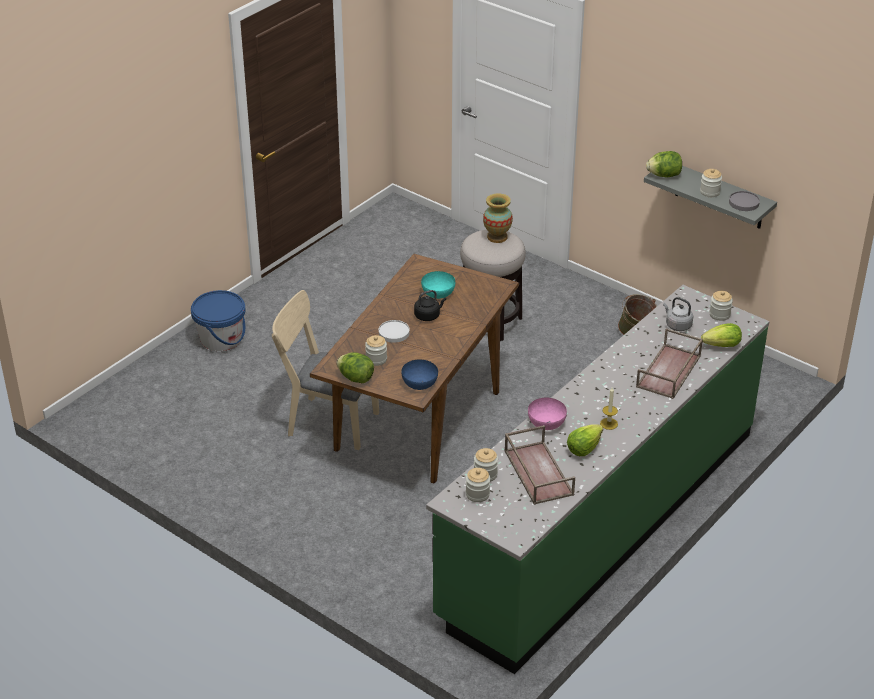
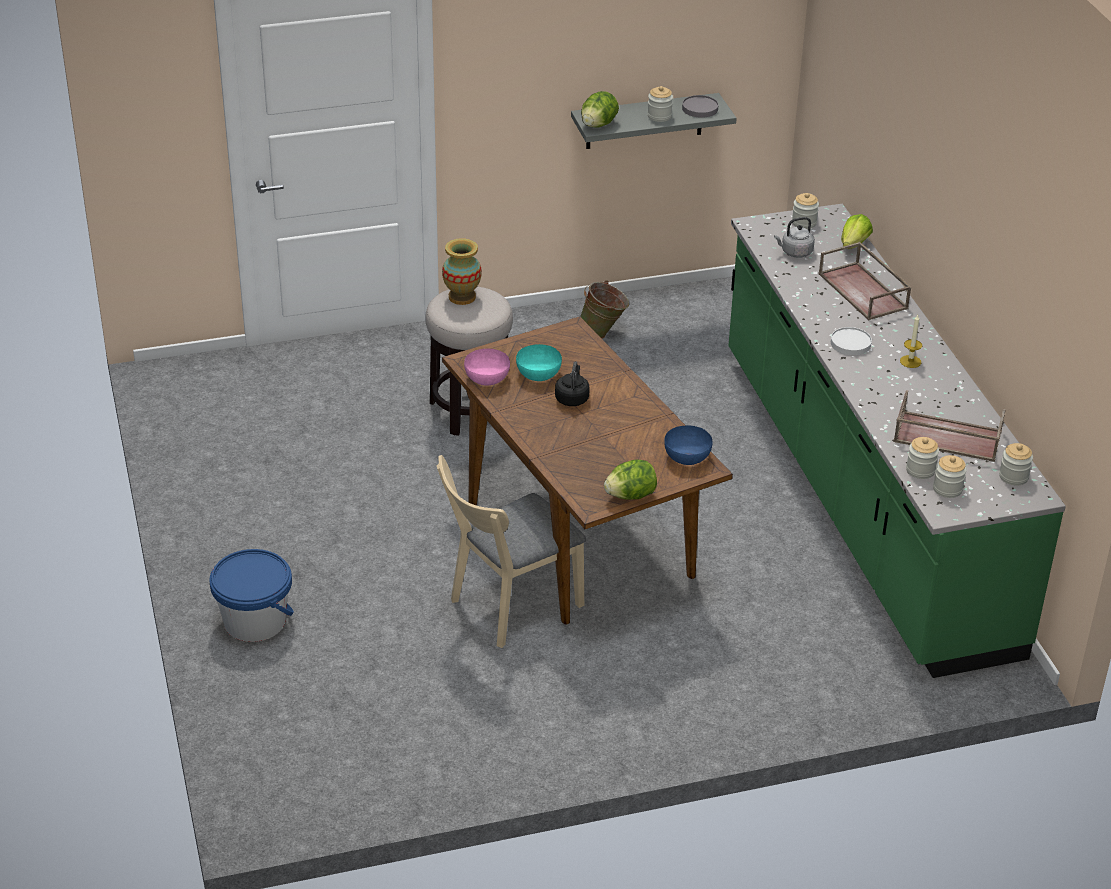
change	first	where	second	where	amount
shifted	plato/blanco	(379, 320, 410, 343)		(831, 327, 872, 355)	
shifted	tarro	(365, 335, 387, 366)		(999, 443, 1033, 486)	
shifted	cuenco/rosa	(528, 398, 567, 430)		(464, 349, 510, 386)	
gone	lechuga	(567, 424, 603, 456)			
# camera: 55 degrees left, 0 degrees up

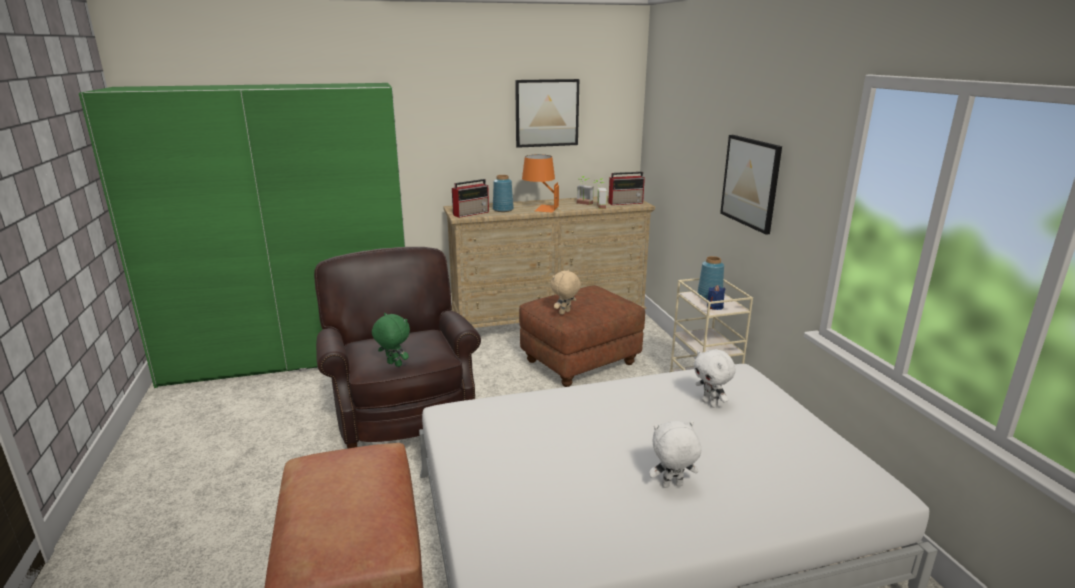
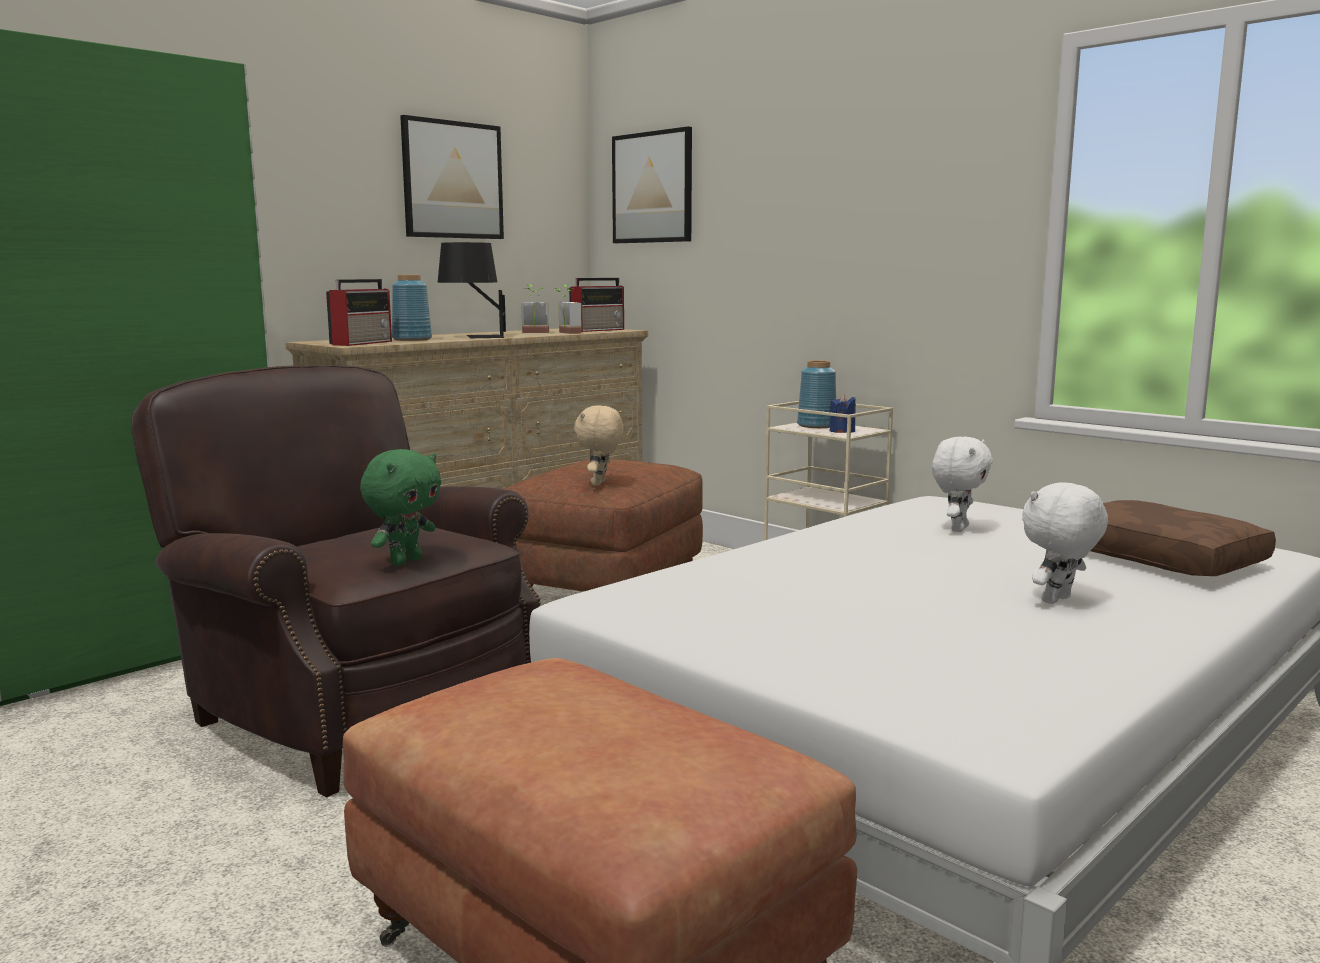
change	first	where	second	where	amount
shifted	cuadro	(720, 135, 782, 235)		(612, 126, 692, 243)	
repainted	lámpara de mesa/naranja	(522, 154, 559, 212)	lámpara de mesa/negro	(438, 242, 506, 338)	
rotated	peluche/verde	(372, 313, 410, 367)		(360, 449, 441, 566)	120 degrees clockwise
rotated	peluche/blanco	(694, 349, 736, 408)		(932, 436, 993, 532)	90 degrees counterclockwise
new			cojín/marrón	(1090, 500, 1276, 576)	
# camera: 30 degrees left, 10 degrees down

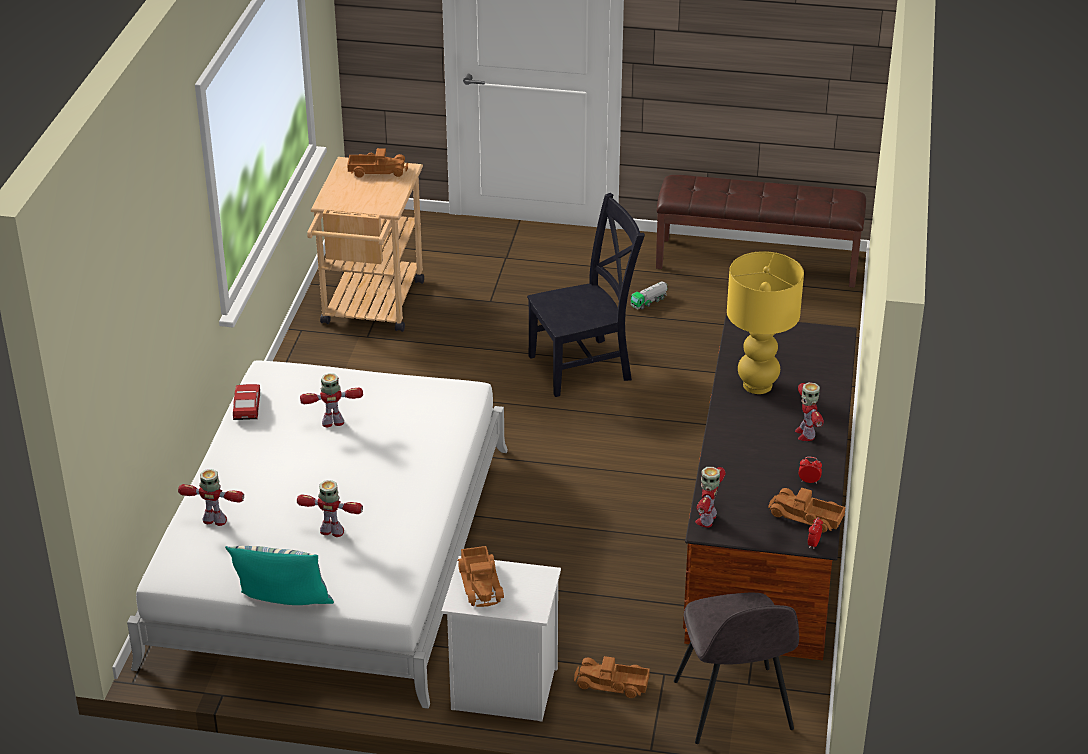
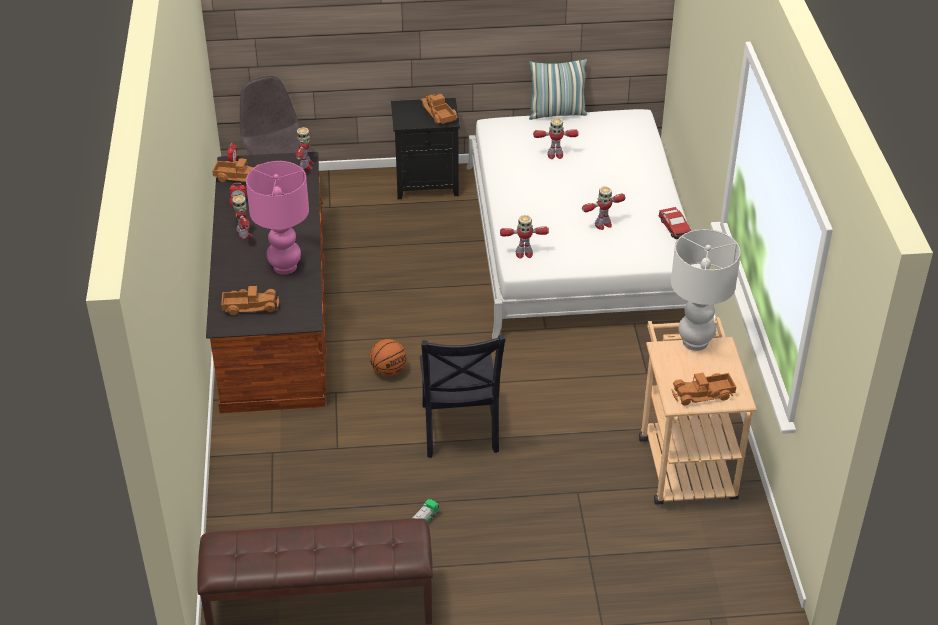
change	first	where	second	where	amount
rotated	silla/negro	(527, 193, 645, 397)		(420, 334, 505, 458)	60 degrees counterclockwise
repainted	lámpara de mesa/amarillo	(727, 251, 804, 394)	lámpara de mesa/rosa	(246, 161, 309, 275)	
shifted	robot de juguete	(178, 469, 244, 526)		(500, 215, 549, 259)	
repainted	mesita de noche/blanco	(441, 556, 561, 722)	mesita de noche/negro	(391, 98, 460, 199)	
shifted	camión de juguete	(574, 656, 650, 698)		(221, 286, 279, 315)	
new			lámpara de mesa/blanco	(671, 229, 741, 351)	
new			balón de baloncesto	(370, 339, 407, 376)	
# camera: 165 degrees right, 5 degrees up

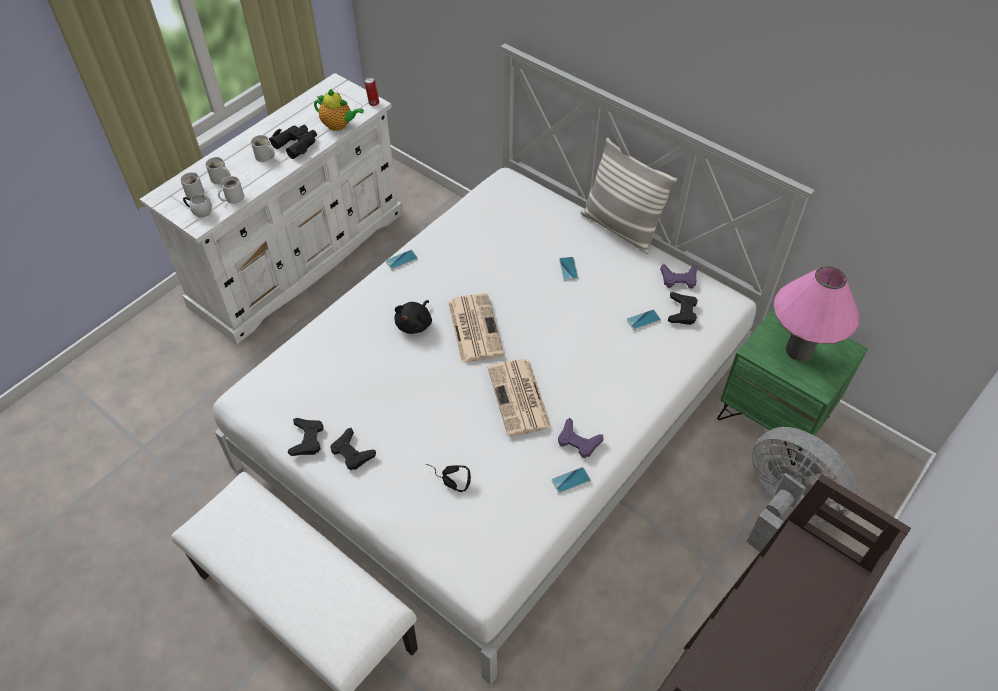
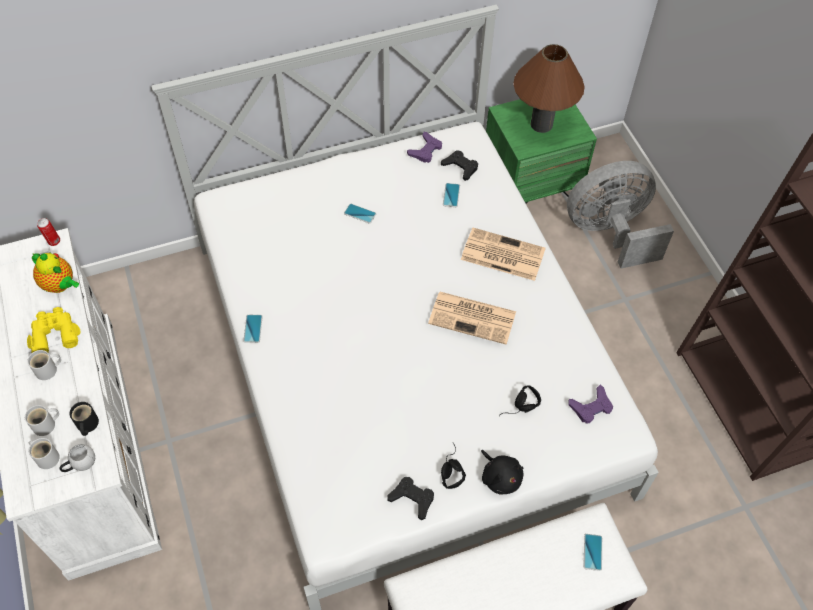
change	first	where	second	where	amount
rotated	tetera	(314, 89, 364, 131)		(32, 252, 79, 293)	75 degrees clockwise
repainted	prismáticos/negro	(269, 125, 317, 159)	prismáticos/amarillo	(27, 307, 81, 353)	
gone	cojín	(580, 138, 677, 254)			
repainted	taza grande/blanco	(218, 176, 244, 204)	taza grande/negro	(69, 402, 99, 436)	
repainted	lámpara de mesa/rosa	(774, 266, 859, 361)	lámpara de mesa/marrón	(513, 44, 585, 133)	
shifted	periódico	(448, 293, 504, 363)		(461, 228, 545, 281)	
shifted	peluche/negro	(394, 300, 432, 334)		(481, 450, 524, 495)	
shifted	mando de consola/morado	(558, 418, 603, 458)		(568, 385, 613, 424)	
swapped	mando de consola/negro	(330, 428, 376, 470)	auriculares/negro	(441, 443, 466, 489)	
shifted	móvil	(551, 467, 591, 494)		(583, 534, 602, 571)	
# camera: 60 degrees left, 5 degrees up

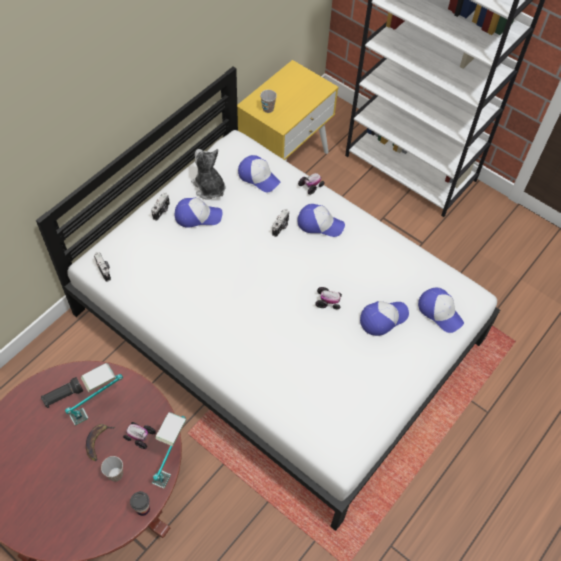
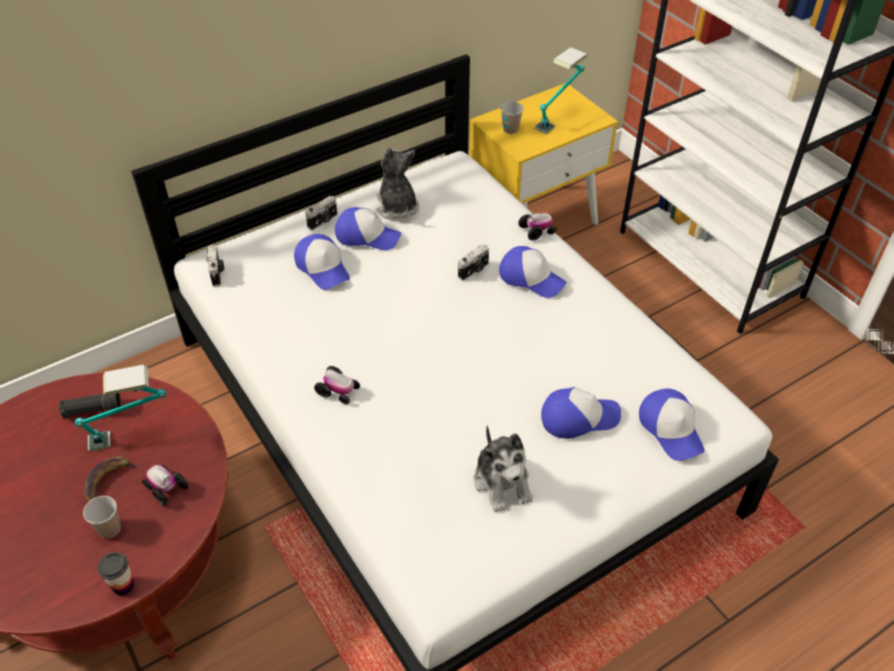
change	first	where	second	where	amount
shifted	gorra	(238, 155, 280, 192)		(294, 234, 350, 290)	
shifted	coche de juguete	(315, 287, 342, 309)		(314, 366, 360, 404)	
shifted	lámpara de mesa	(152, 412, 187, 489)		(534, 47, 588, 134)	
new			peluche	(474, 425, 533, 513)	
# camera: 20 degrees right, 10 degrees down

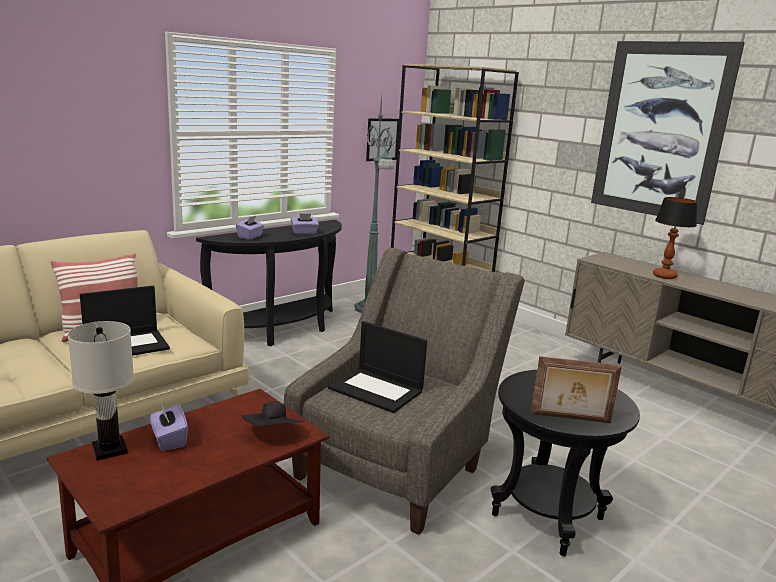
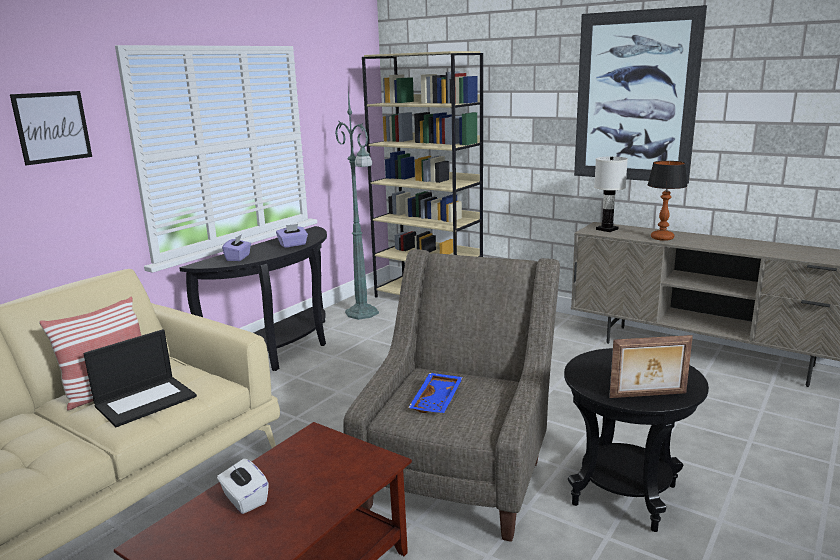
change	first	where	second	where	amount
shifted	cuadro	(366, 118, 399, 161)		(10, 91, 92, 165)	
shifted	lámpara de mesa/blanco	(67, 321, 134, 461)		(594, 156, 628, 232)	
swapped	portátil	(328, 321, 427, 413)	bandeja/azul	(408, 373, 463, 413)	
gone	sombrero/negro	(242, 401, 303, 426)			
repainted	caja de pañuelos/morado	(150, 403, 188, 451)	caja de pañuelos/blanco	(217, 459, 269, 514)	
# camera: 10 degrees left, 0 degrees up

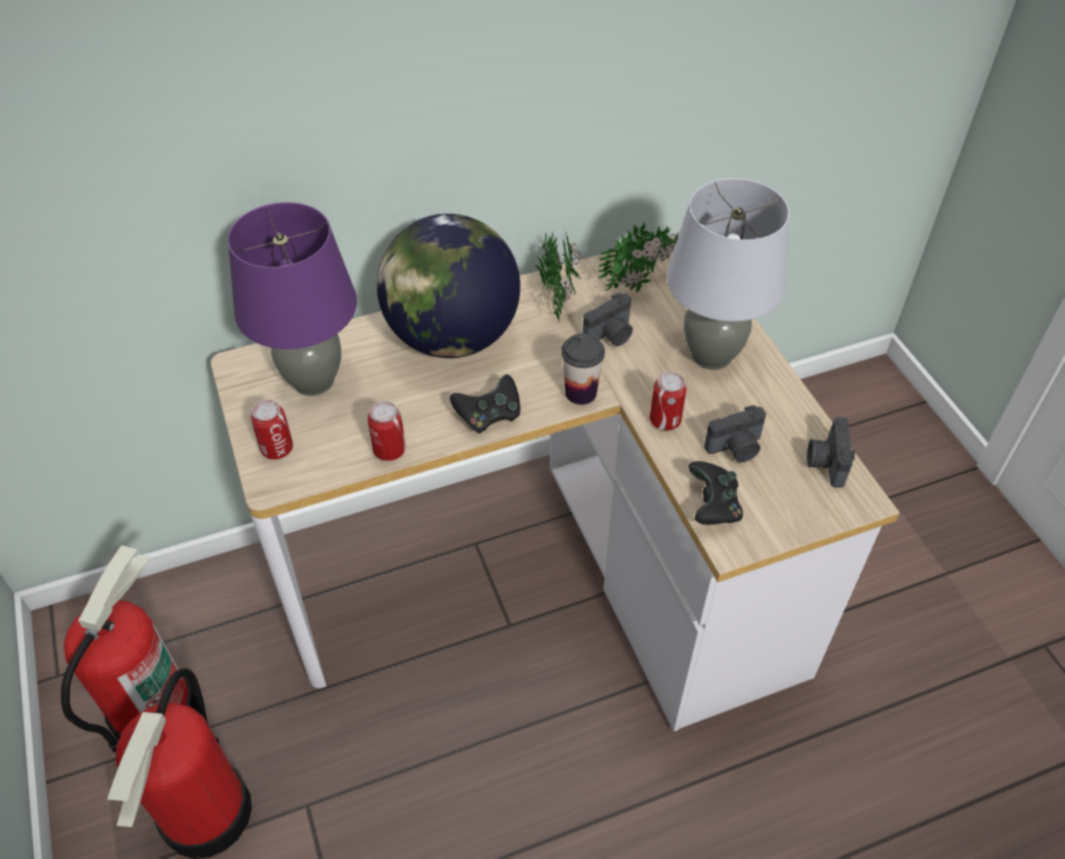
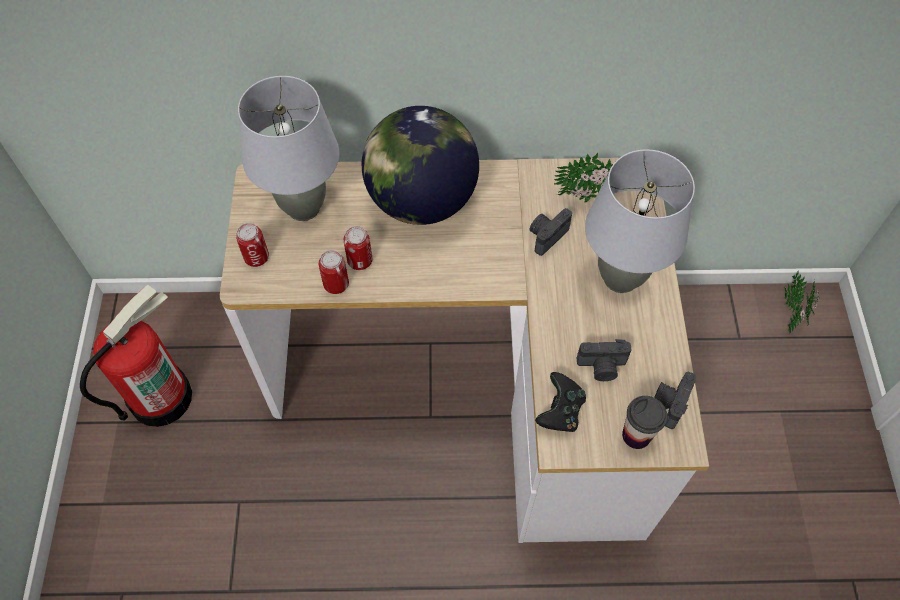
change	first	where	second	where	amount
repainted	lámpara de mesa/morado	(227, 202, 357, 396)	lámpara de mesa/gris	(238, 76, 339, 221)	
shifted	planta en maceta	(534, 228, 581, 322)		(784, 271, 819, 334)	
rotated	cámara	(583, 292, 633, 346)		(530, 208, 572, 256)	150 degrees clockwise
shifted	taza	(561, 333, 605, 405)		(622, 396, 667, 449)	
shifted	lata	(650, 372, 687, 431)		(343, 226, 373, 270)	
gone	mando de consola/negro	(450, 374, 520, 433)			
gone	extintor	(107, 668, 252, 859)			
# camera: 20 degrees right, 10 degrees up

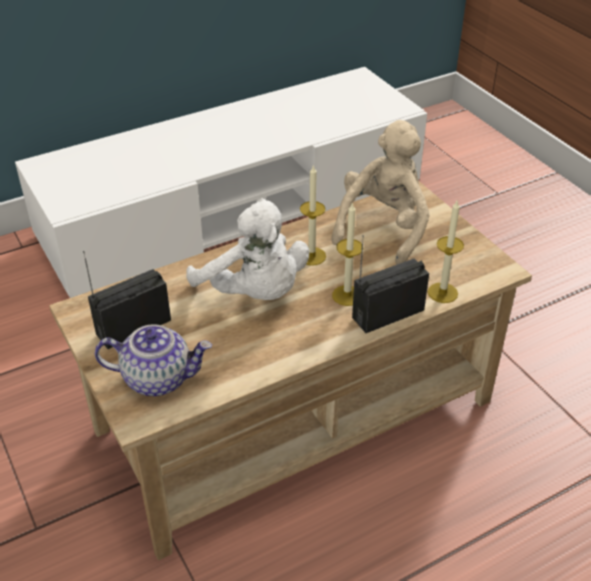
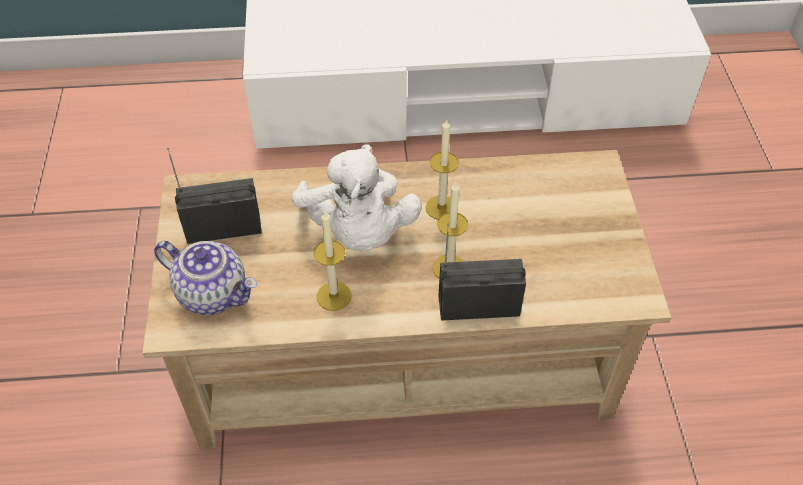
change	first	where	second	where	amount
gone	peluche/beis	(331, 120, 430, 265)			
shifted	vela	(428, 201, 464, 303)		(314, 212, 351, 311)	
# camera: 25 degrees right, 10 degrees up

